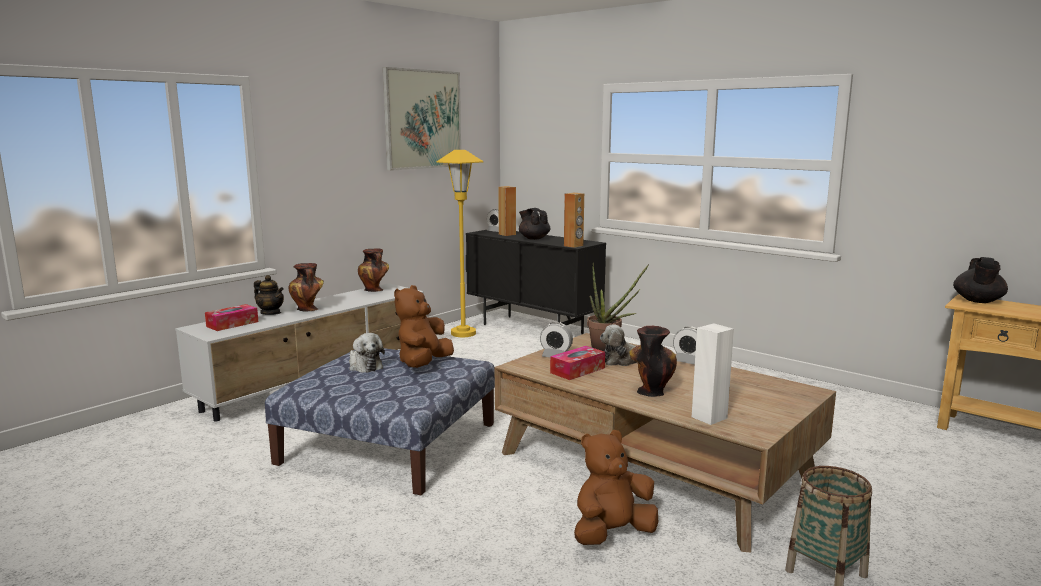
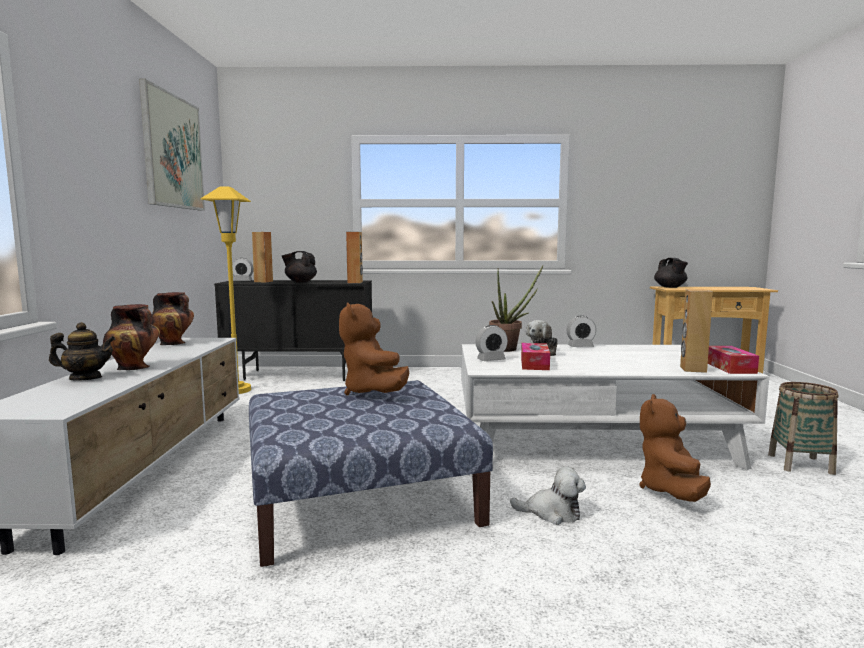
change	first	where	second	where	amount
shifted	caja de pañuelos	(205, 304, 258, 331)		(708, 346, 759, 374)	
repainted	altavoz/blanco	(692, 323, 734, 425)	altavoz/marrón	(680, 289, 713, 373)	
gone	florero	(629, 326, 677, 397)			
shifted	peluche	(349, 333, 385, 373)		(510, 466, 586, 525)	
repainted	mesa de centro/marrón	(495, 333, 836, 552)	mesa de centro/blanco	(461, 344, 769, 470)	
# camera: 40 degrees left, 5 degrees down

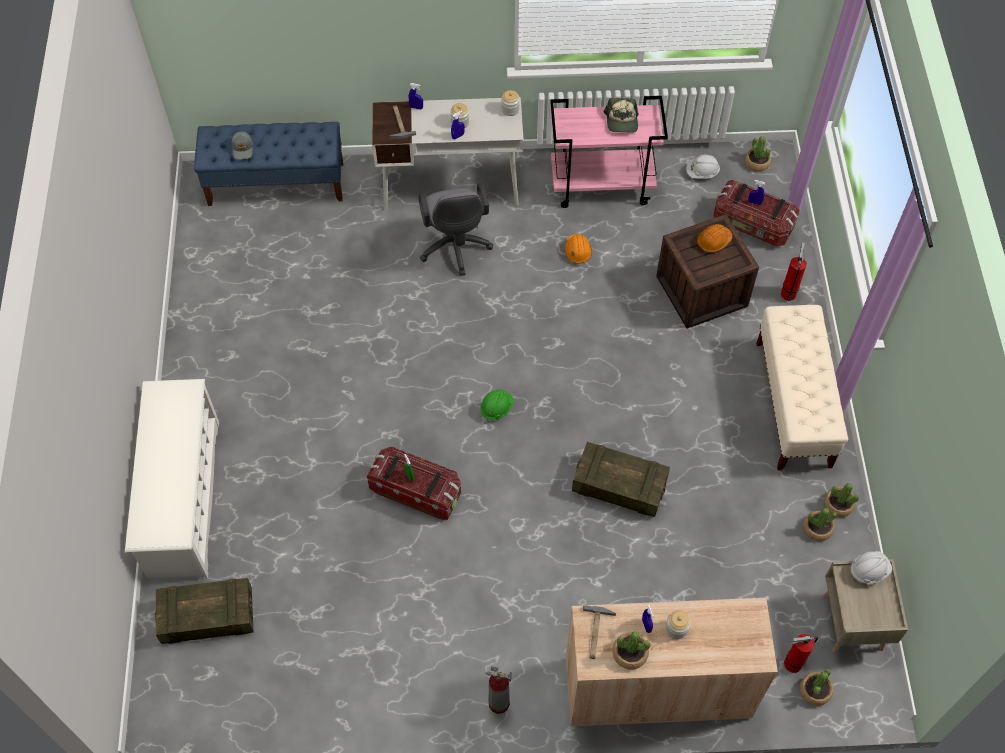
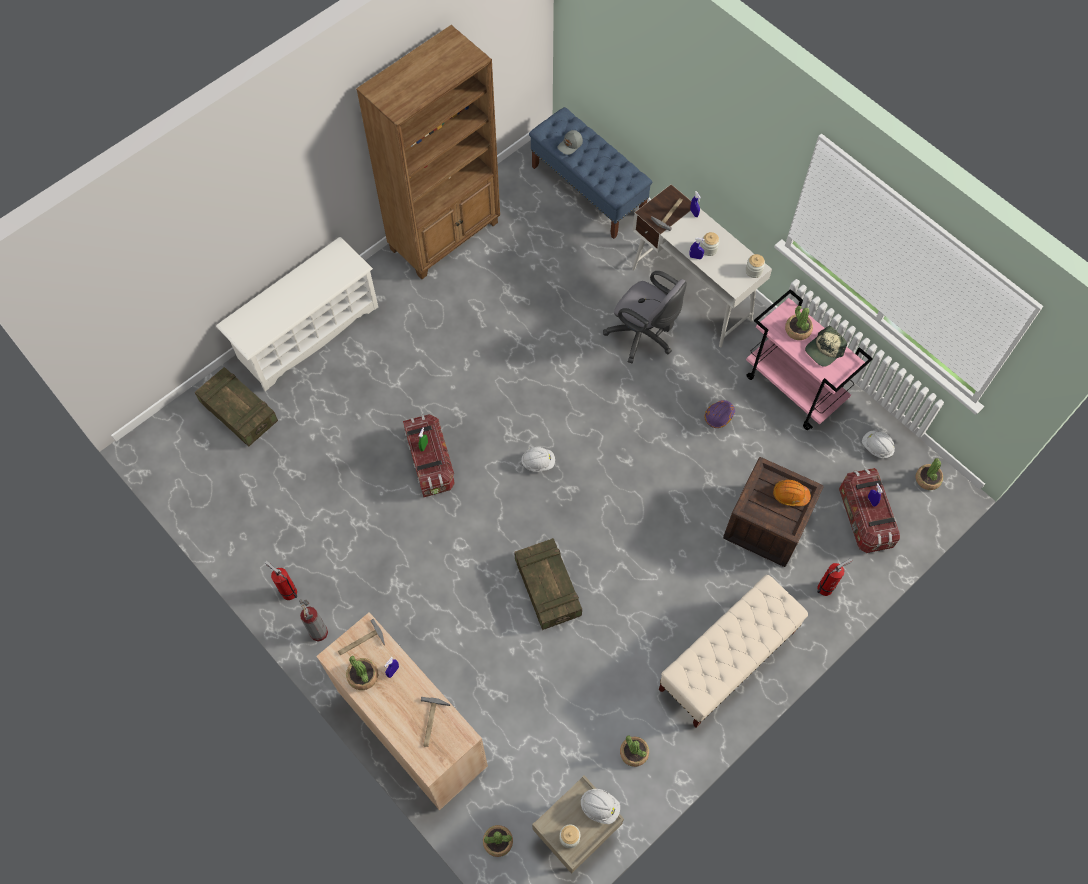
change	first	where	second	where	amount
rotated	silla de oficina/gris	(418, 183, 493, 276)		(603, 271, 687, 363)	90 degrees counterclockwise
repainted	casco/naranja	(565, 234, 592, 264)	casco/morado	(704, 400, 735, 428)	
repainted	casco/verde	(480, 389, 514, 422)	casco/blanco	(521, 447, 555, 472)	
shifted	planta en maceta	(824, 483, 859, 517)		(785, 306, 813, 340)	
shifted	tarro	(665, 610, 691, 639)		(559, 824, 580, 848)	
shifted	extintor	(784, 634, 818, 673)		(265, 561, 298, 600)	
new			estantería/marrón	(356, 25, 500, 279)	
new			martillo	(421, 697, 450, 747)	
# camera: 50 degrees right, 5 degrees up

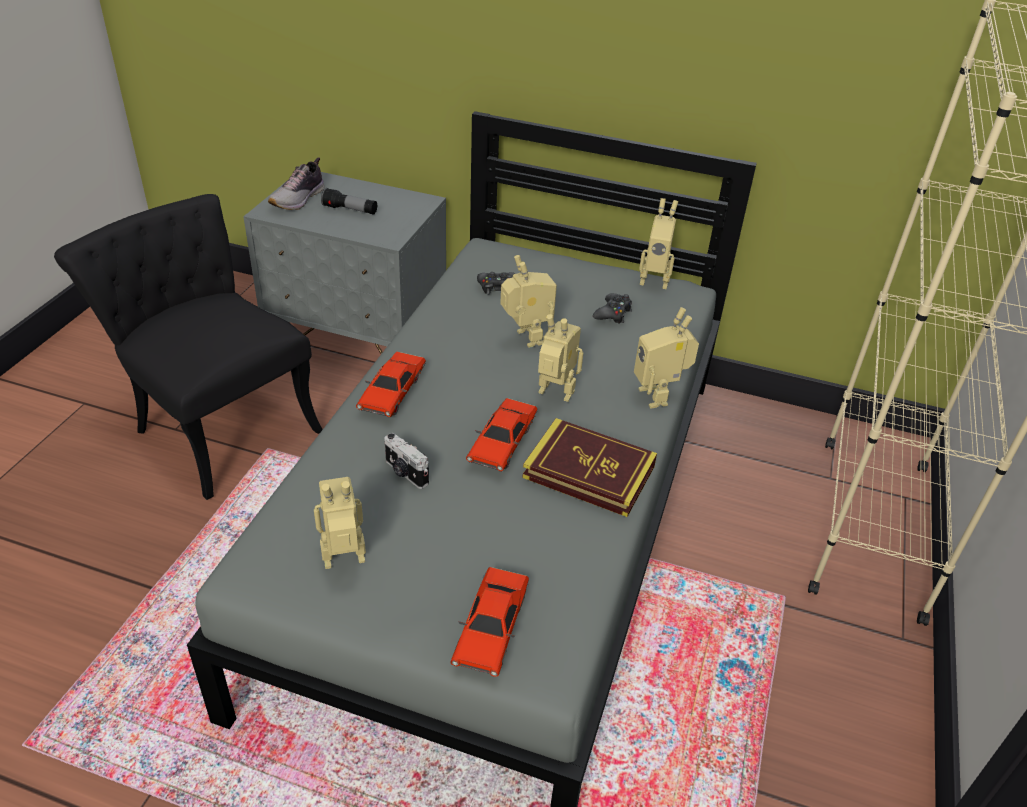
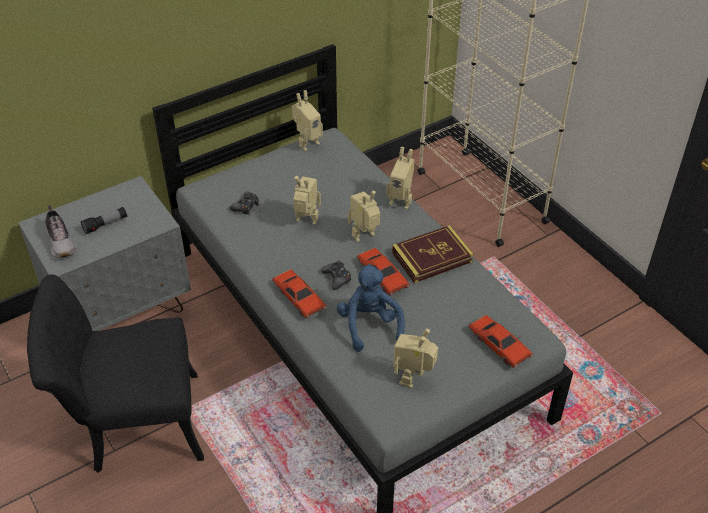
change	first	where	second	where	amount
shifted	mando de consola/negro	(593, 293, 632, 323)		(321, 260, 352, 290)	
swapped	cámara	(384, 433, 429, 489)	peluche/azul	(337, 264, 405, 352)	
# camera: 50 degrees left, 5 degrees up

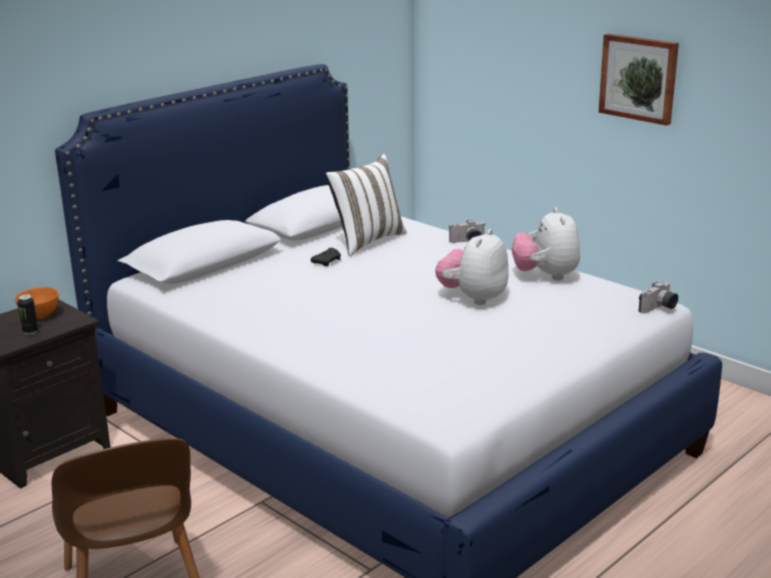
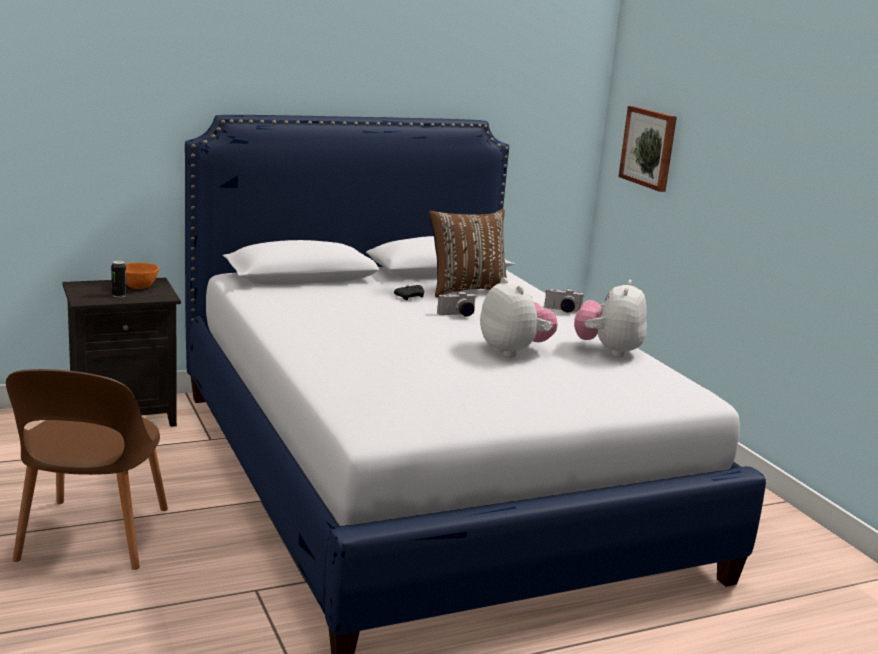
change	first	where	second	where	amount
shifted	cuadro	(599, 34, 679, 126)		(619, 106, 677, 192)	
repainted	cojín/blanco	(326, 154, 407, 256)	cojín/marrón	(429, 209, 507, 298)	
rotated	peluche	(435, 229, 509, 305)		(480, 277, 557, 357)	105 degrees clockwise
shifted	cámara	(639, 282, 678, 313)		(437, 291, 476, 317)	
# camera: 20 degrees right, 5 degrees down

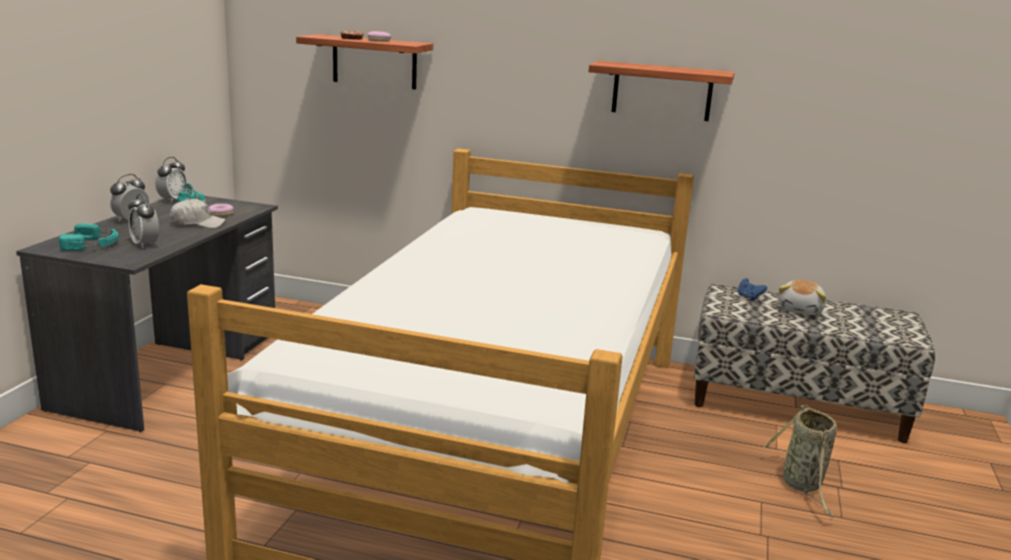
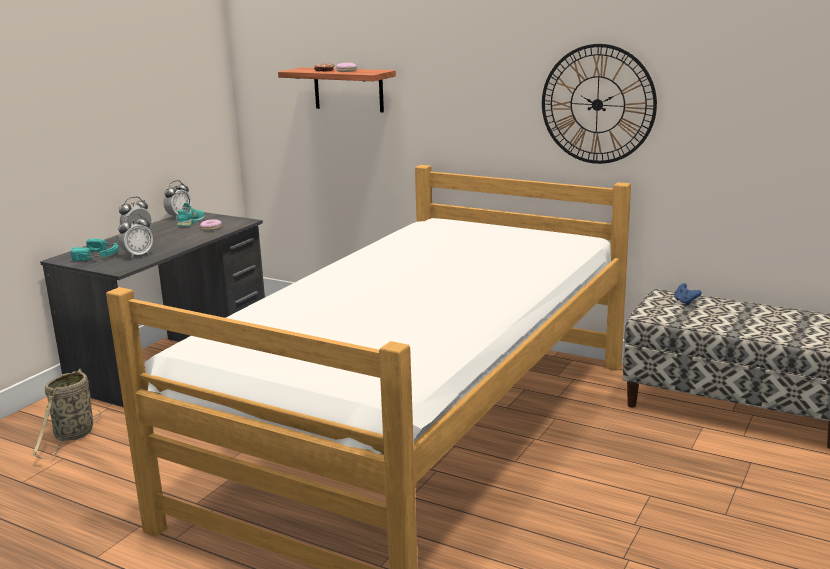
change	first	where	second	where	amount
swapped	estante	(589, 61, 735, 121)	reloj de pared	(542, 44, 657, 164)	
rotated	despertador	(128, 194, 159, 248)		(118, 214, 153, 258)	105 degrees counterclockwise
gone	gorra/blanco	(170, 198, 226, 228)			
gone	peluche	(779, 280, 826, 315)			
shifted	cesta	(763, 405, 837, 517)		(33, 369, 101, 459)	
# camera: 15 degrees right, 0 degrees up

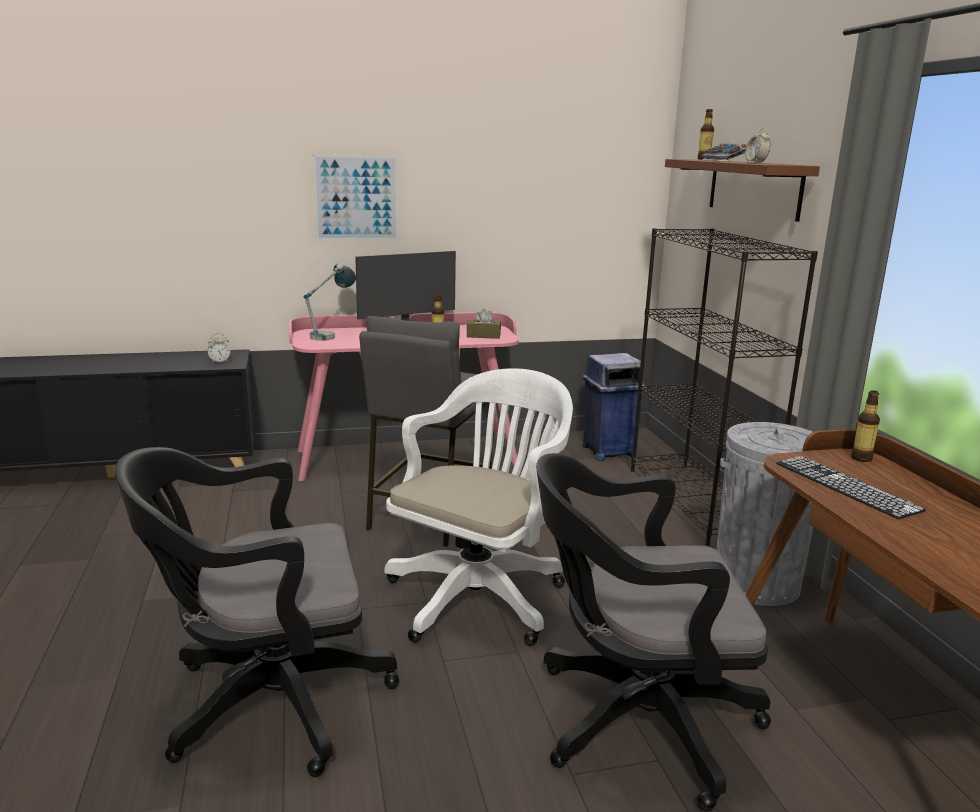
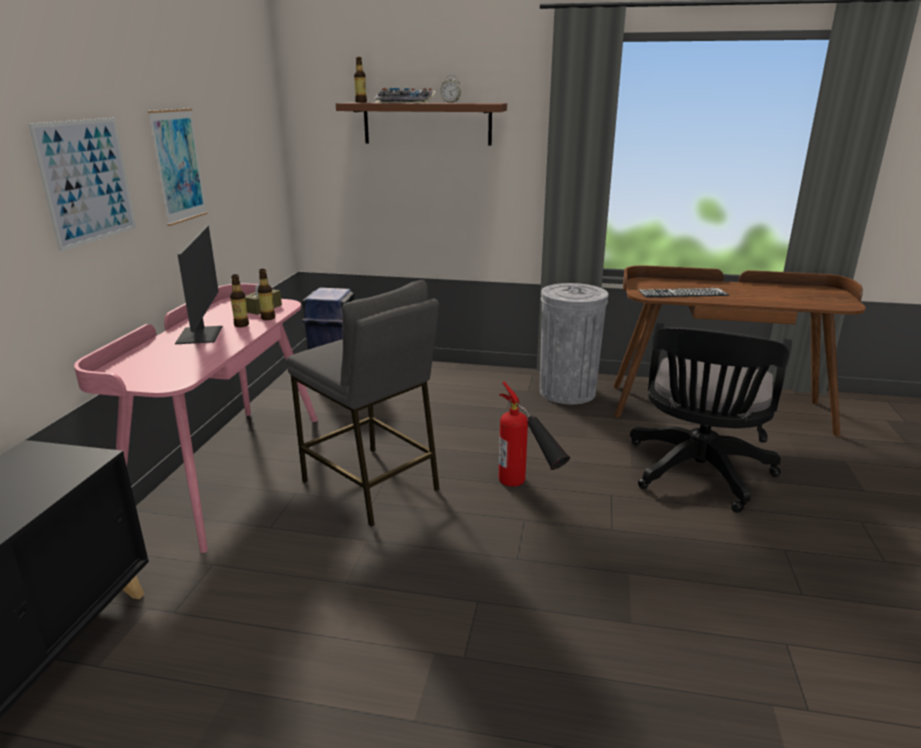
change	first	where	second	where	amount
gone	estantería/negro	(631, 228, 818, 546)			
gone	lámpara de mesa	(304, 262, 356, 341)			
gone	despertador	(208, 333, 230, 363)			
swapped	silla de oficina/blanco	(385, 368, 573, 646)	extintor	(499, 382, 570, 487)	
shifted	botella	(851, 390, 880, 462)		(258, 269, 275, 320)	
gone	silla de oficina/negro	(114, 447, 399, 777)			
new			cuadro	(148, 108, 208, 226)	
# camera: 65 degrees left, 5 degrees up

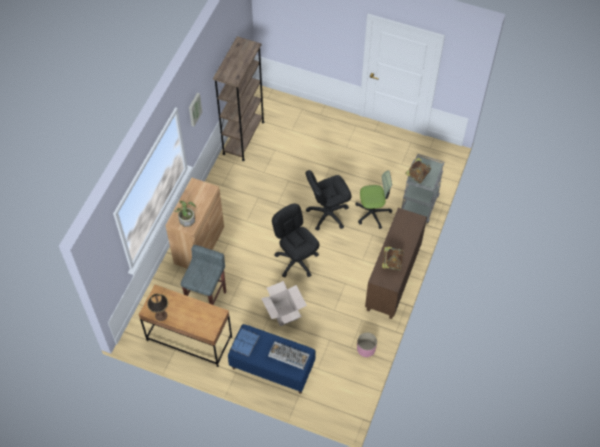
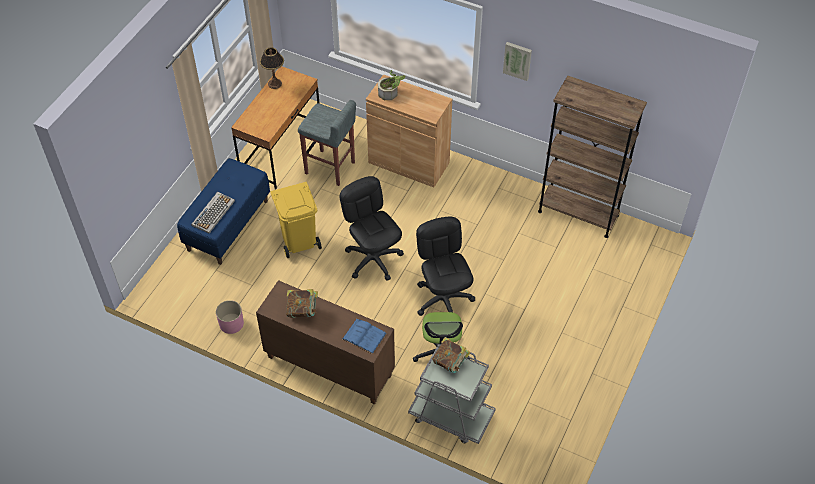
change	first	where	second	where	amount
rotated	silla de oficina/negro	(272, 203, 319, 278)		(340, 176, 404, 281)	90 degrees counterclockwise
swapped	caja de cartón	(261, 281, 307, 326)	papelera/amarillo	(270, 182, 322, 258)	
shifted	libro/azul	(231, 328, 260, 357)		(342, 319, 387, 354)	
# camera: 95 degrees right, 5 degrees down

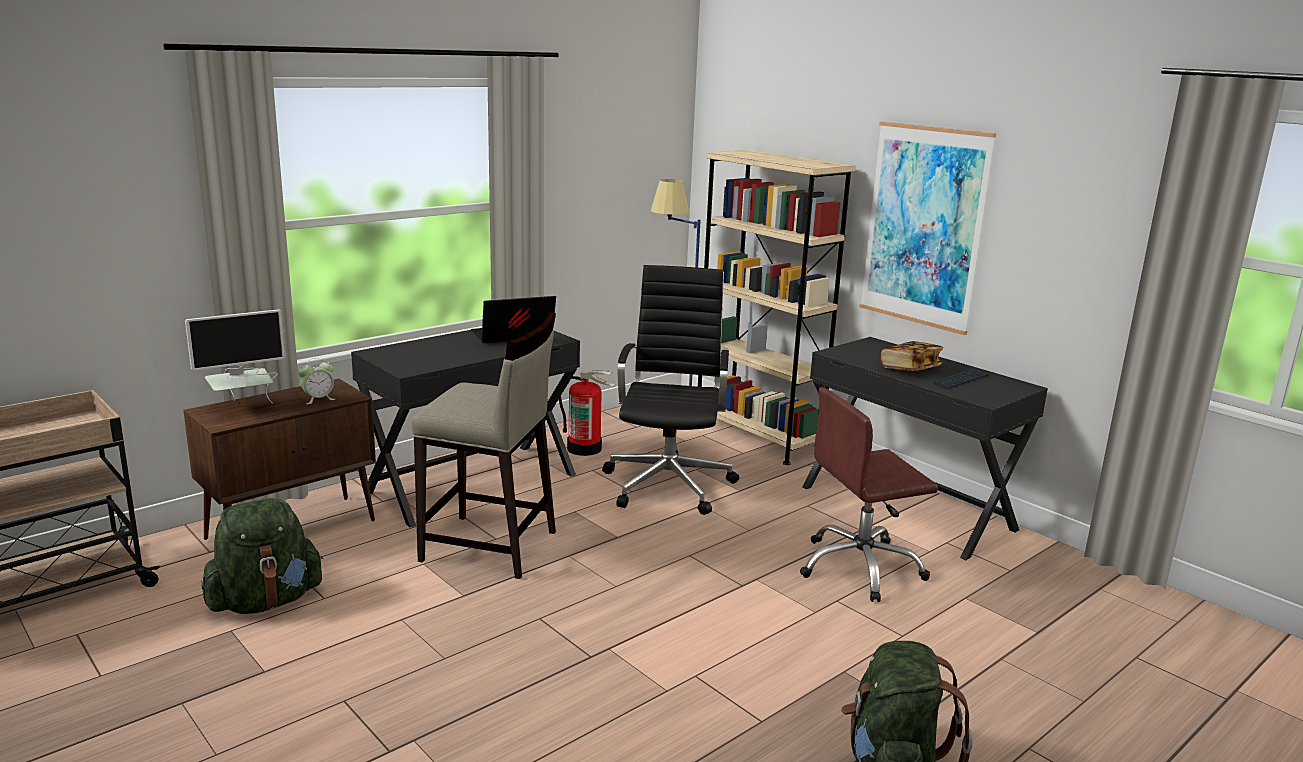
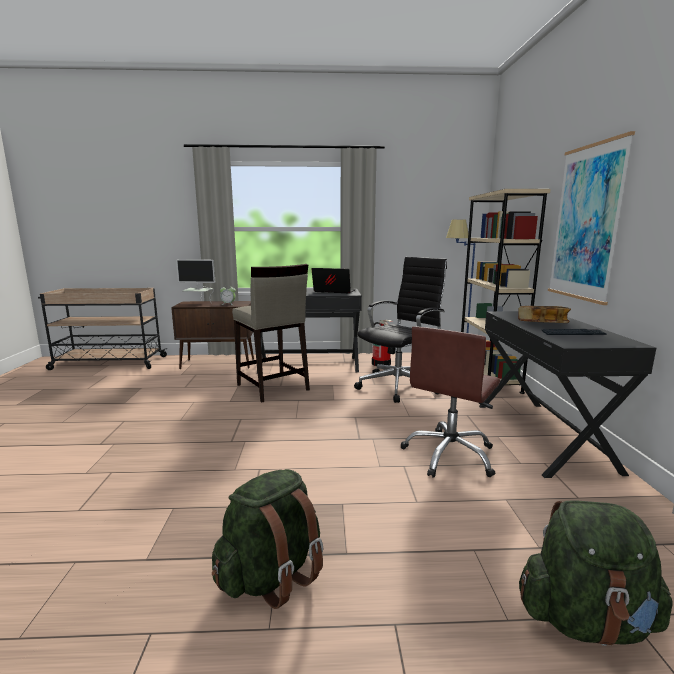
change	first	where	second	where	amount
rotated	silla de oficina/marrón	(800, 387, 938, 602)		(400, 326, 500, 478)	75 degrees counterclockwise
shifted	mochila/verde	(201, 498, 323, 614)		(519, 500, 673, 646)	
# camera: 40 degrees right, 5 degrees down

